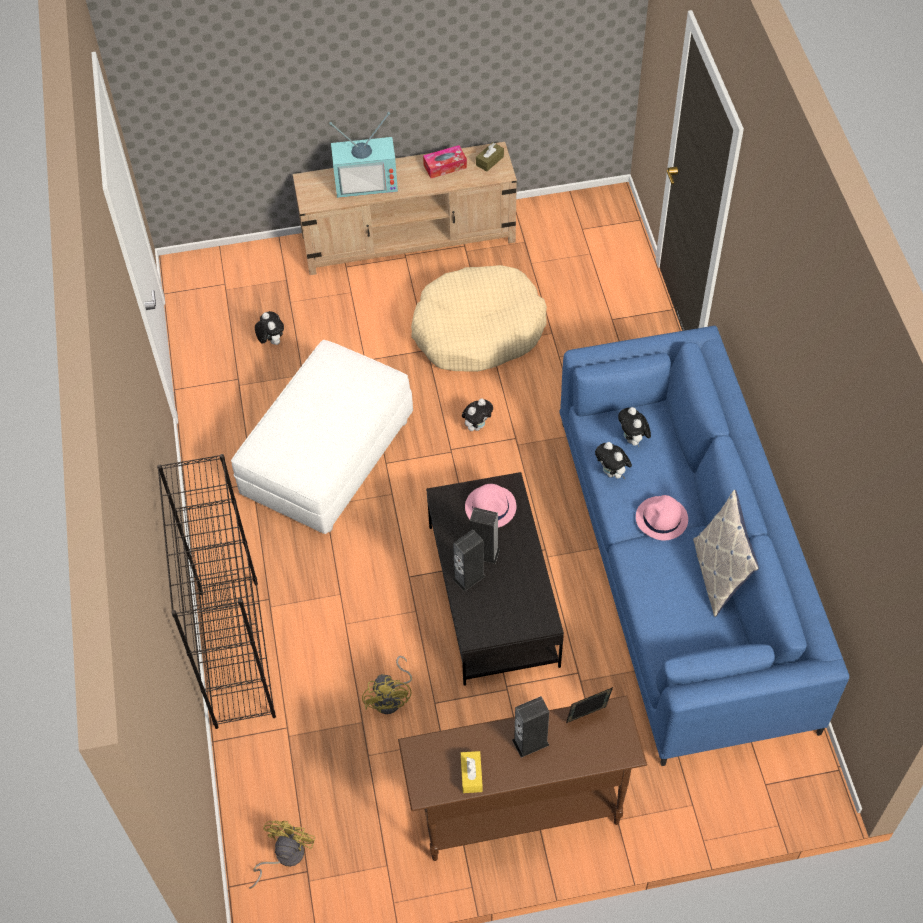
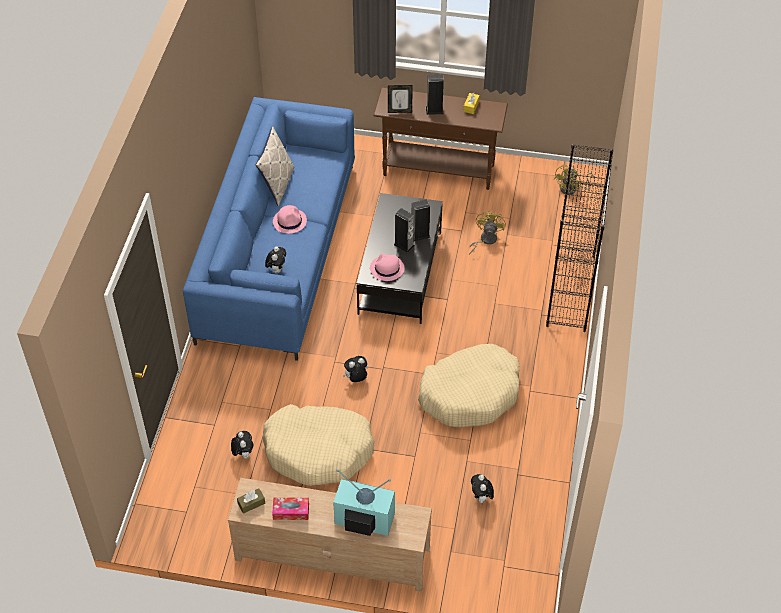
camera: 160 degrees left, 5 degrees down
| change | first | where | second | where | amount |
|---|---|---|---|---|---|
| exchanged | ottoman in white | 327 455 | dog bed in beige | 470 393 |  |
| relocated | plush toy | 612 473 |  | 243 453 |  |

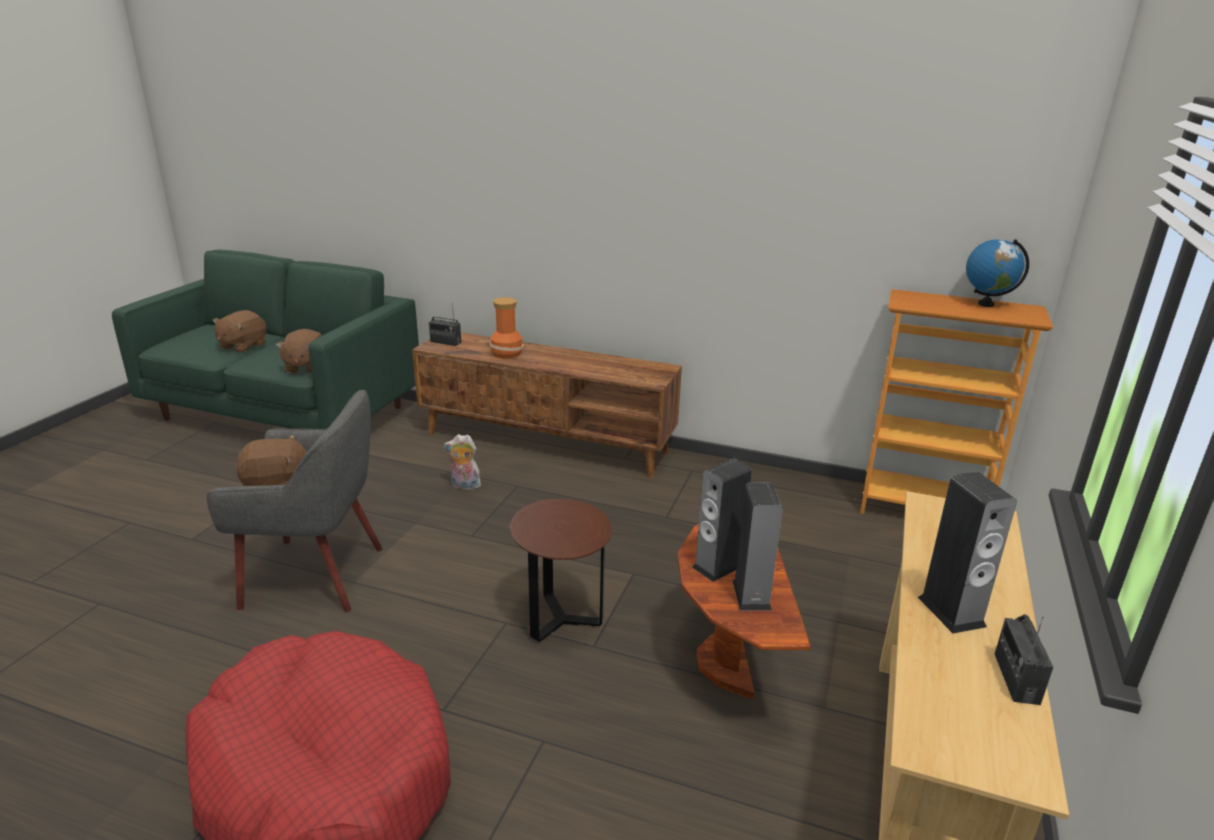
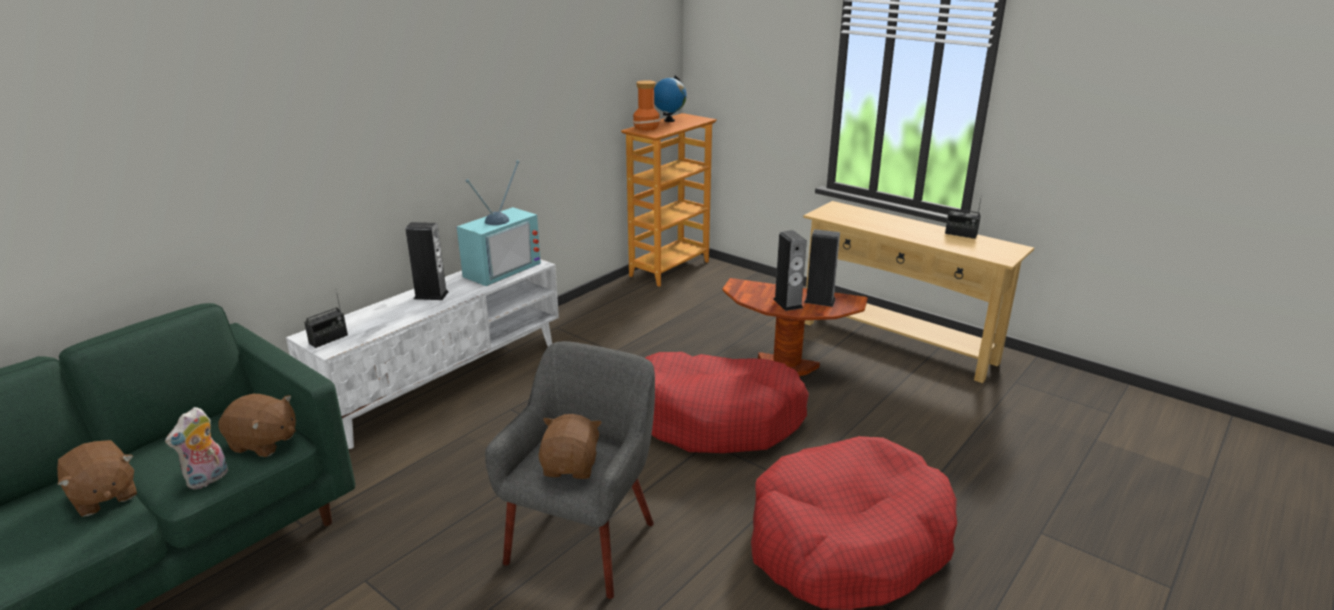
camera: 70 degrees left, 0 degrees up
| change | first | where | second | where | amount |
|---|---|---|---|---|---|
| colour | tv stand in brown | 547 443 | tv stand in white | 445 381 |  |
| relocated | plush toy | 464 486 |  | 208 479 |  |
| relocated | vase | 506 353 |  | 646 128 |  |
| exchanged | side table in brown | 561 620 | dog bed in red | 717 418 |  |
| relocated | speaker | 951 611 |  | 431 295 |  |
| appeared |  |  | television | 500 268 |  |

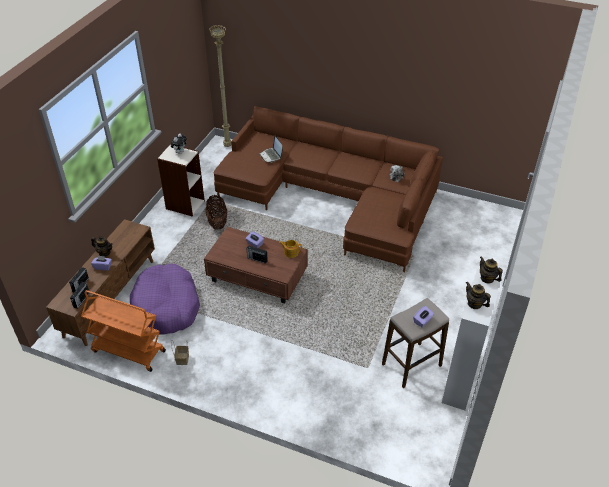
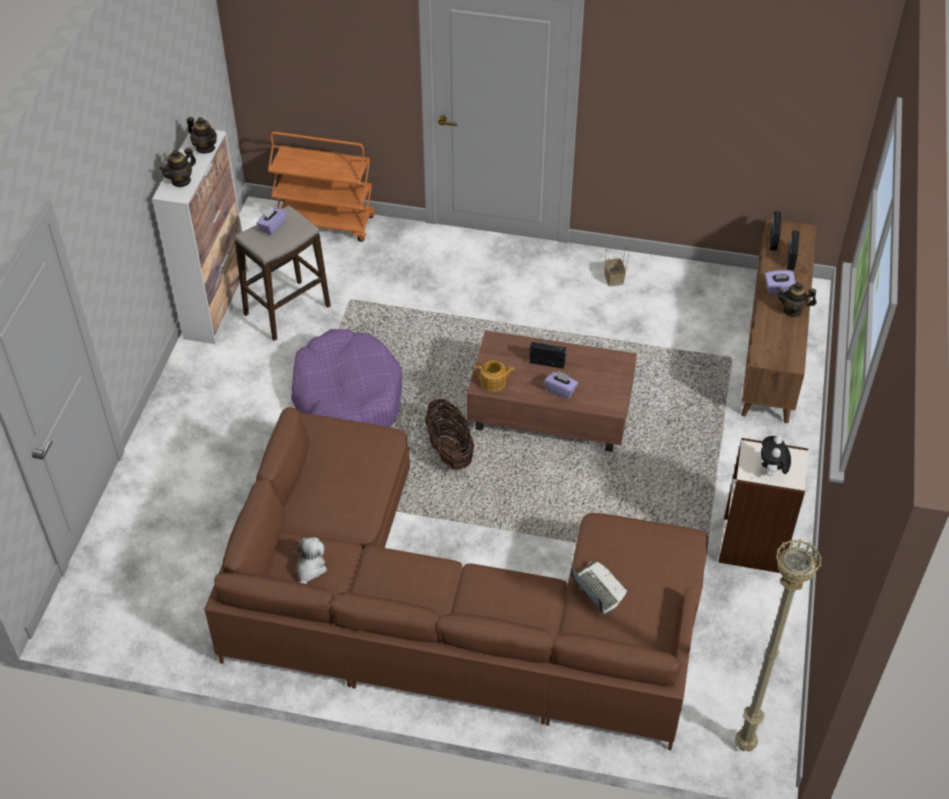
camera: 170 degrees right, 5 degrees up
| change | first | where | second | where | amount |
|---|---|---|---|---|---|
| relocated | cart in orange | 128 351 |  | 325 222 |  |
| relocated | dog bed in purple | 167 306 |  | 347 399 |  |
| relocated | basket | 217 222 |  | 449 451 |  |
| spun | teapot | 487 278 |  | 181 181 | 90 degrees clockwise |

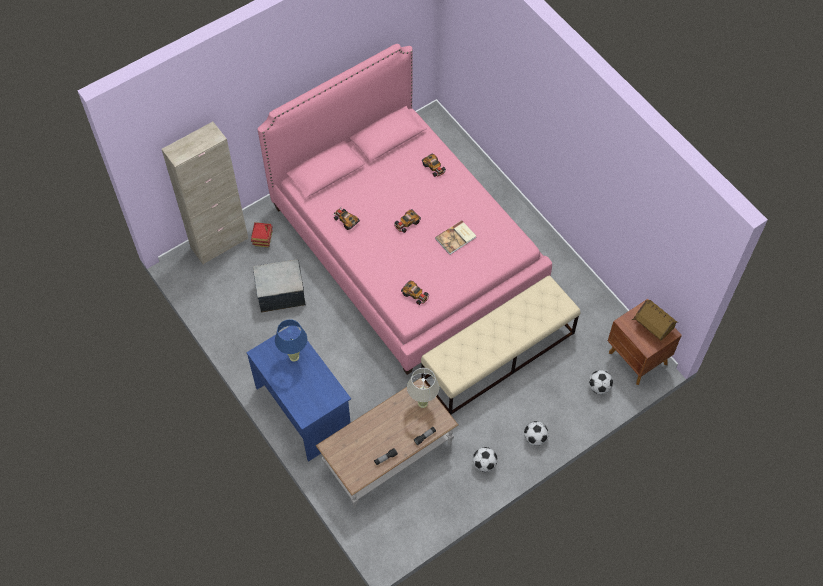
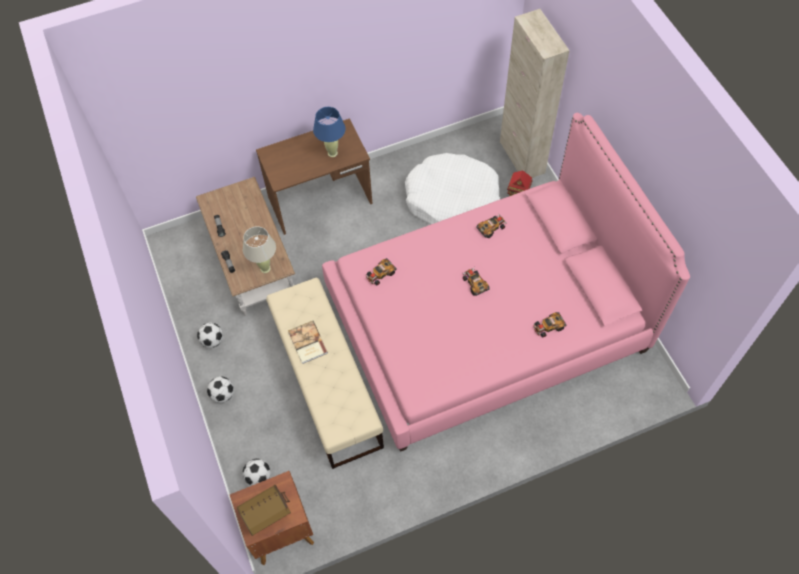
camera: 105 degrees right, 0 degrees up
| change | first | where | second | where | amount |
|---|---|---|---|---|---|
| colour | desk in blue | 304 409 | desk in brown | 321 201 |  |
| exchanged | storage box | 280 293 | dog bed in white | 452 199 |  |
| relocated | book | 456 238 |  | 307 343 |  |

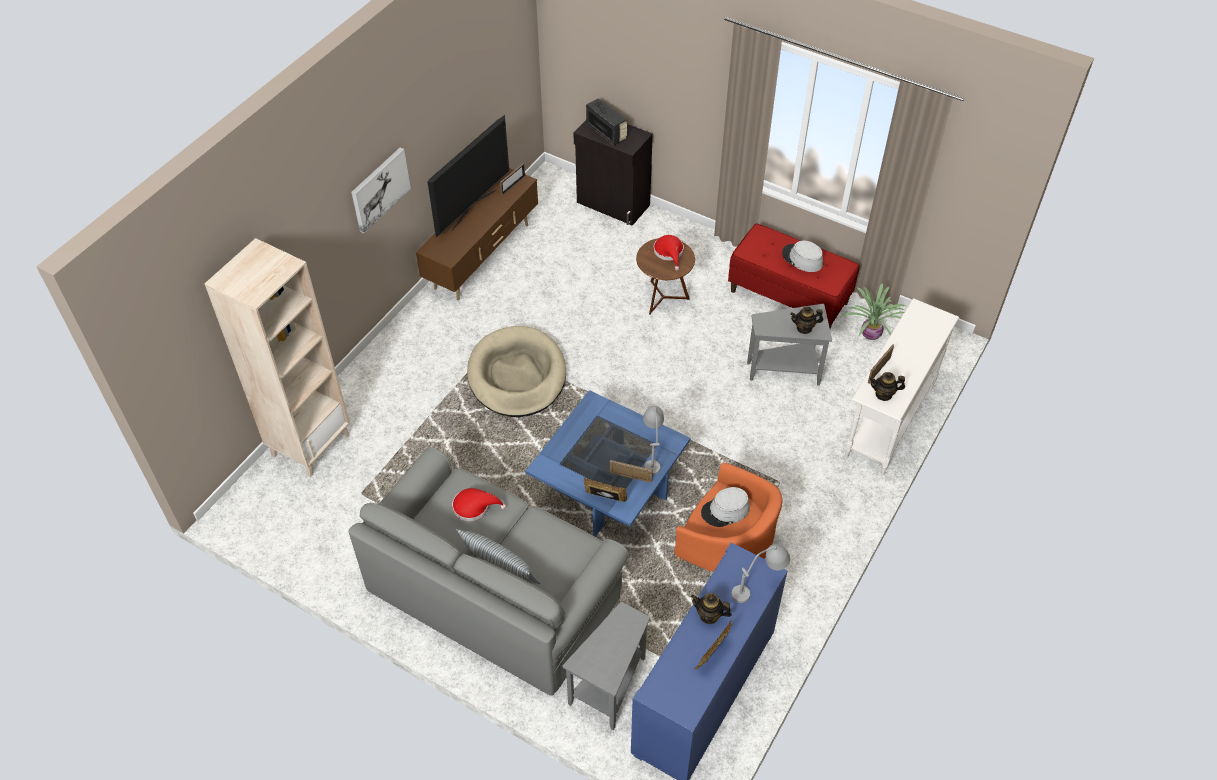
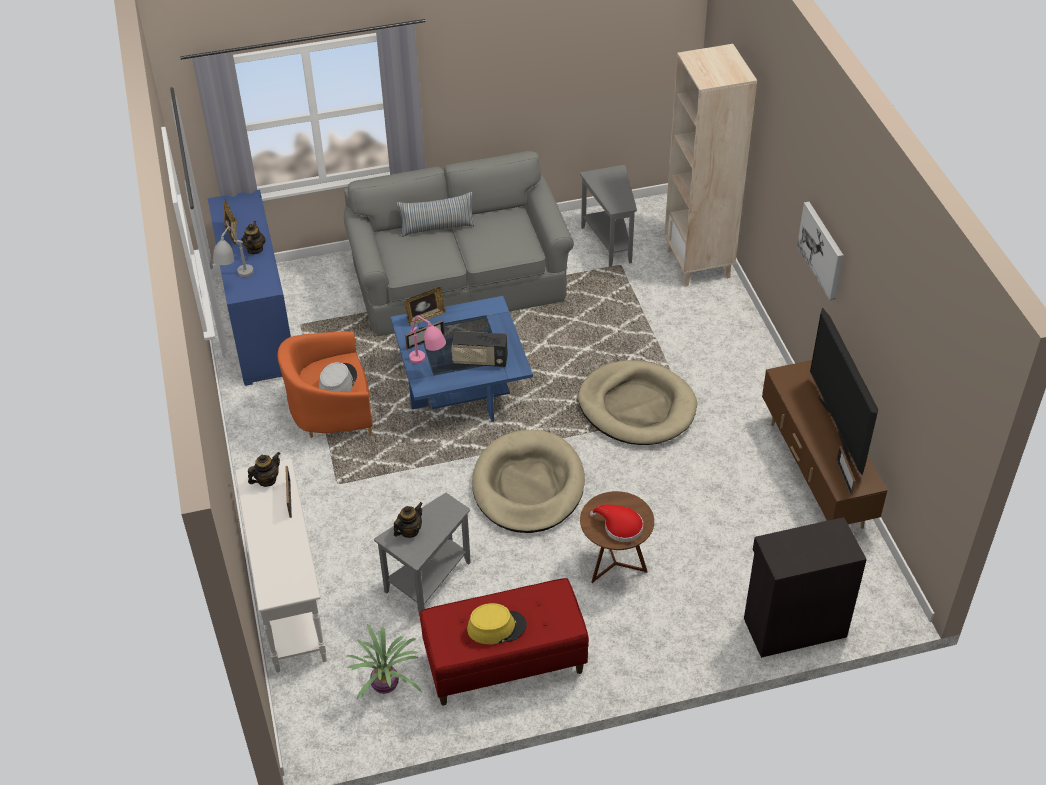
camera: 135 degrees right, 5 degrees down
| change | first | where | second | where | amount |
|---|---|---|---|---|---|
| missing | hat in red | 474 507 |  |  |  |
| relocated | side table in grey | 609 687 |  | 609 241 |  |
| relocated | radio | 606 132 |  | 480 361 |  |
| colour | table lamp in grey | 652 453 | table lamp in pink | 429 366 |  |
| spun | teapot | 709 615 |  | 254 249 | 60 degrees counterclockwise |
| colour | hat in grey | 802 259 | hat in yellow | 496 627 |  |
| appeared |  |  | dog bed in beige | 528 486 |  |

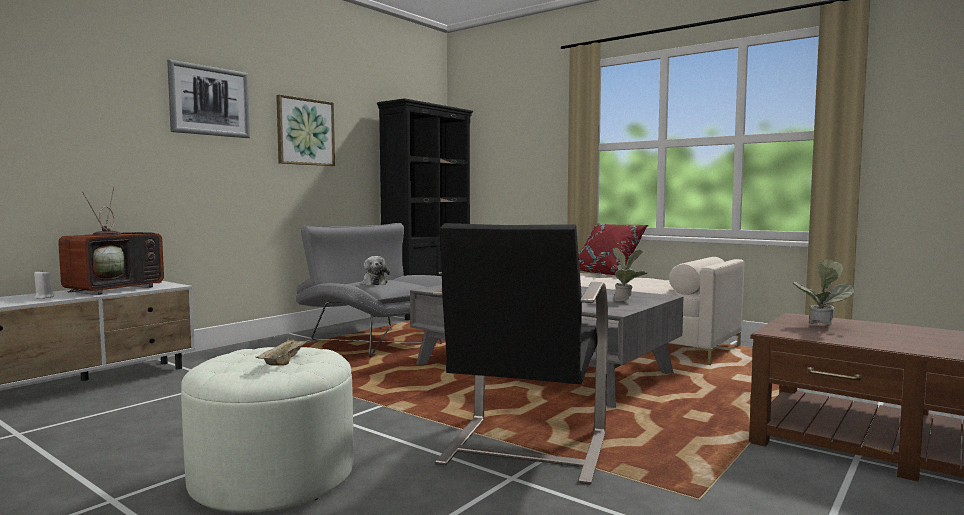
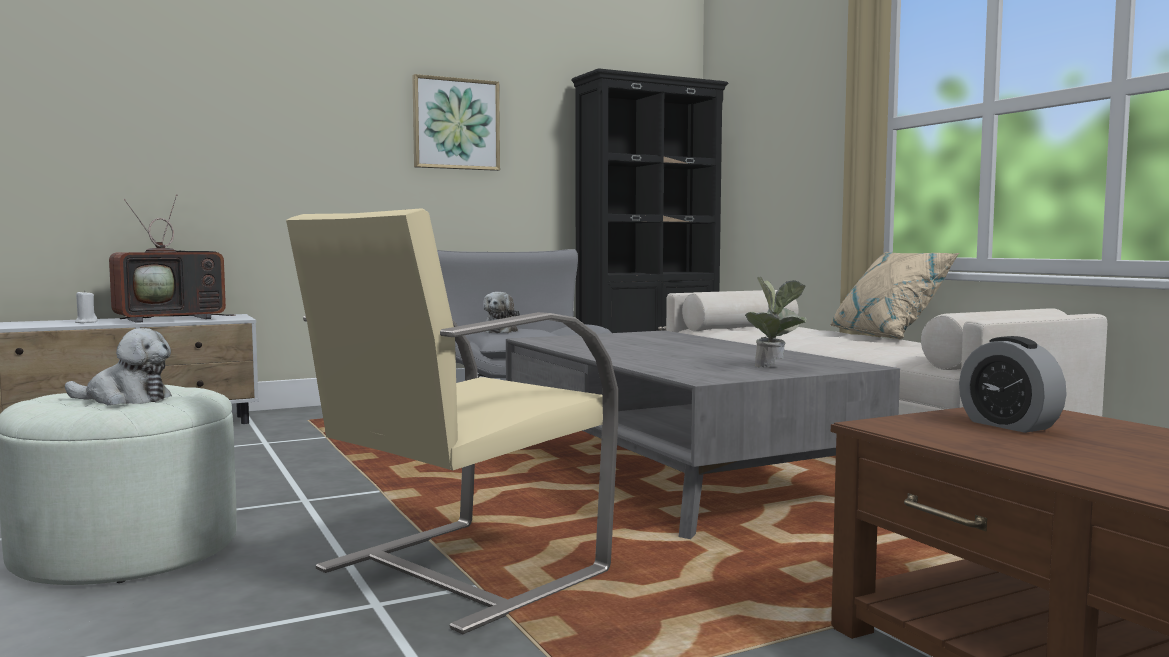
camera: 25 degrees right, 0 degrees up
| change | first | where | second | where | amount |
|---|---|---|---|---|---|
| missing | picture | 209 101 |  |  |  |
| exchanged | tray in beige | 284 362 | plush toy | 125 399 |  |
| colour | armchair in black | 524 449 | armchair in beige | 458 571 |  |
| colour | pillow in red | 607 273 | pillow in beige | 888 336 |  |
| exchanged | potted plant | 821 327 | alarm clock | 1009 425 |  |

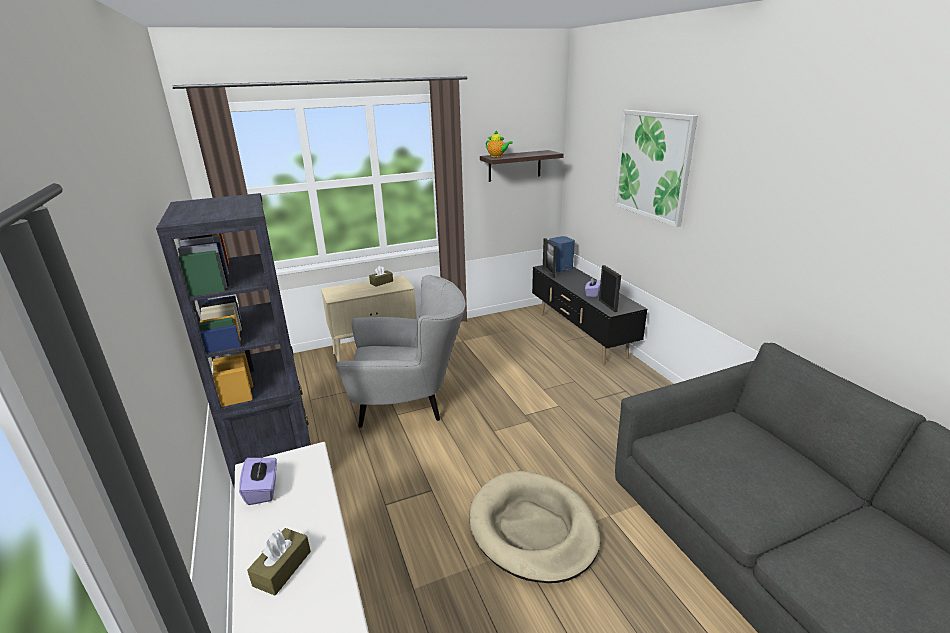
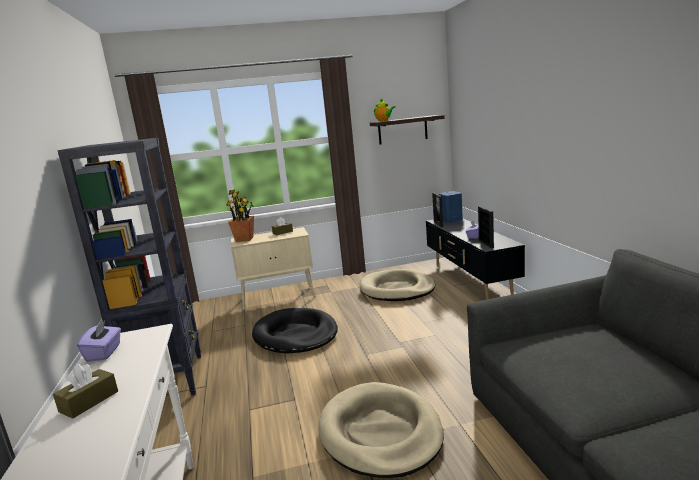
camera: 10 degrees right, 10 degrees down
| change | first | where | second | where | amount |
|---|---|---|---|---|---|
| exchanged | armchair in grey | 409 405 | dog bed in black | 295 334 |  |
| missing | picture | 652 165 |  |  |  |
| appeared |  |  | potted plant | 244 239 |  |
| appeared |  |  | dog bed in beige | 397 289 |  |

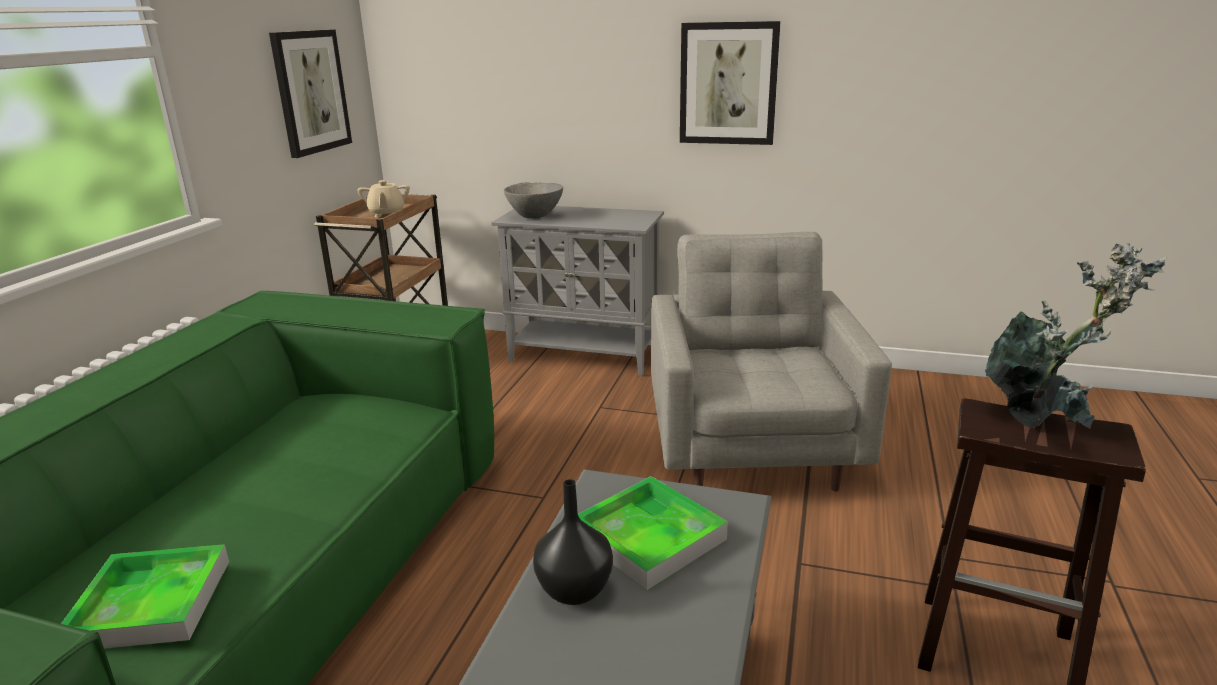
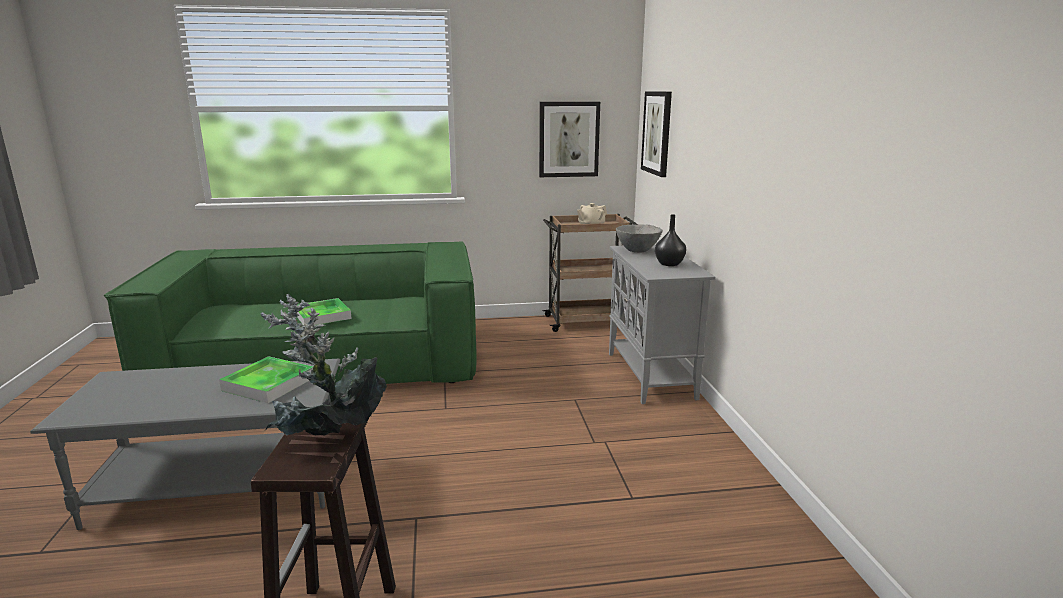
camera: 65 degrees right, 5 degrees down
| change | first | where | second | where | amount |
|---|---|---|---|---|---|
| relocated | tray | 151 603 |  | 322 316 |  |
| relocated | vase in black | 573 591 |  | 668 264 |  |
| missing | armchair in grey | 753 448 |  |  |  |
| relocated | picture | 728 84 |  | 657 133 |  |

